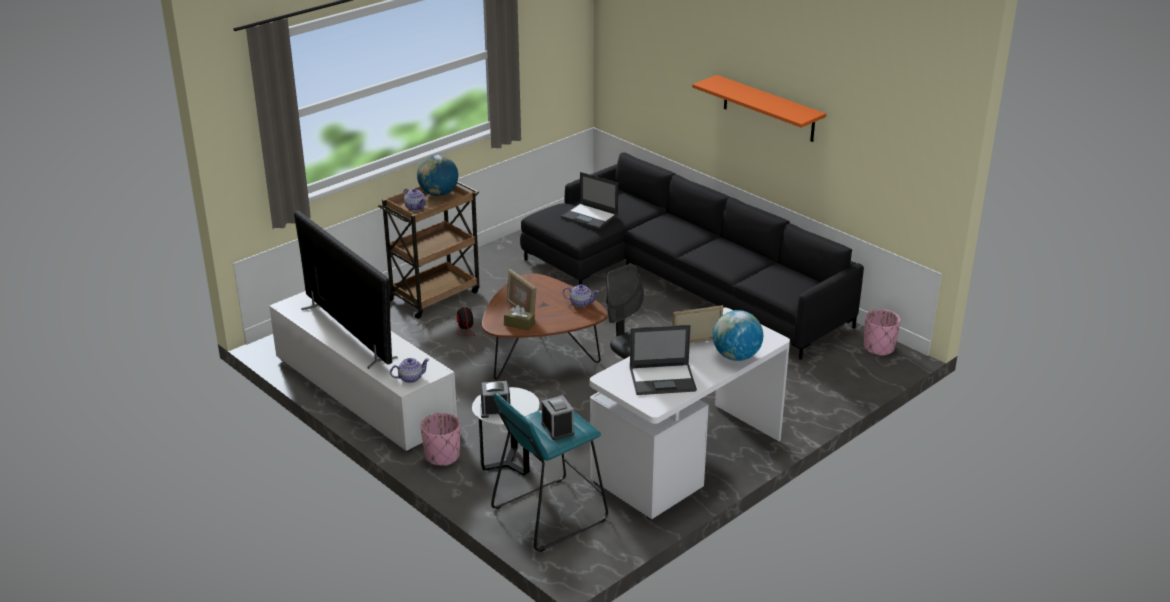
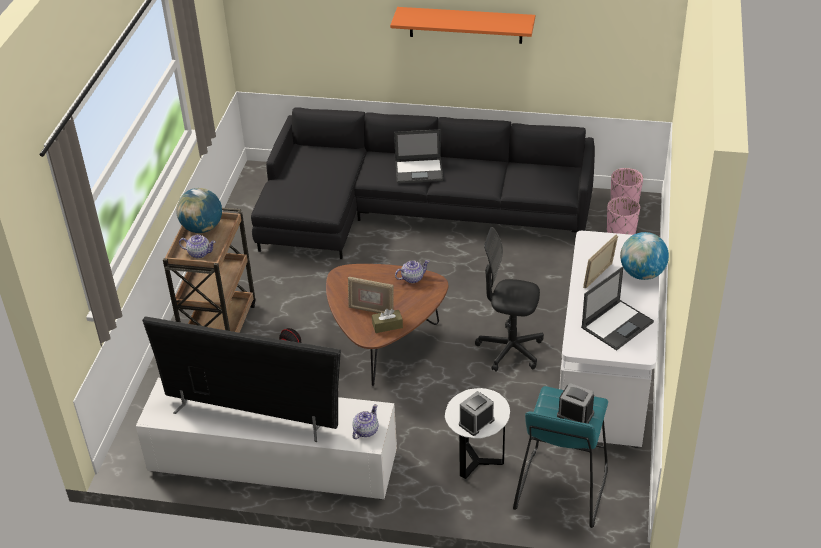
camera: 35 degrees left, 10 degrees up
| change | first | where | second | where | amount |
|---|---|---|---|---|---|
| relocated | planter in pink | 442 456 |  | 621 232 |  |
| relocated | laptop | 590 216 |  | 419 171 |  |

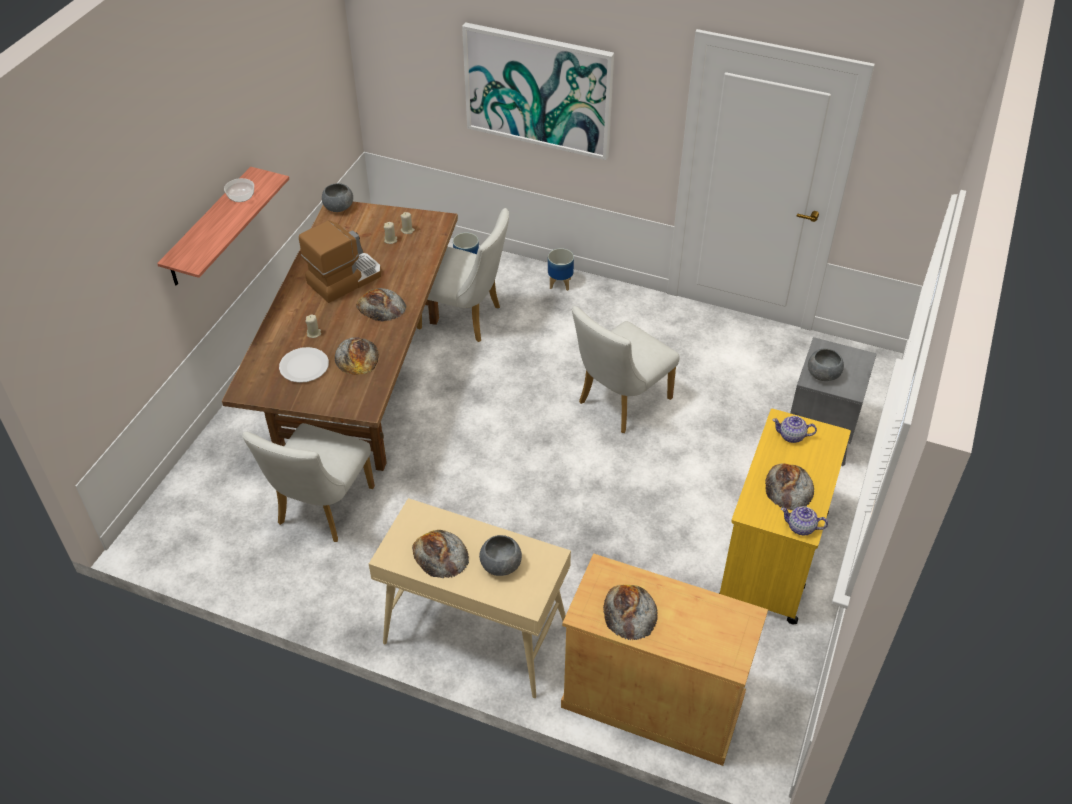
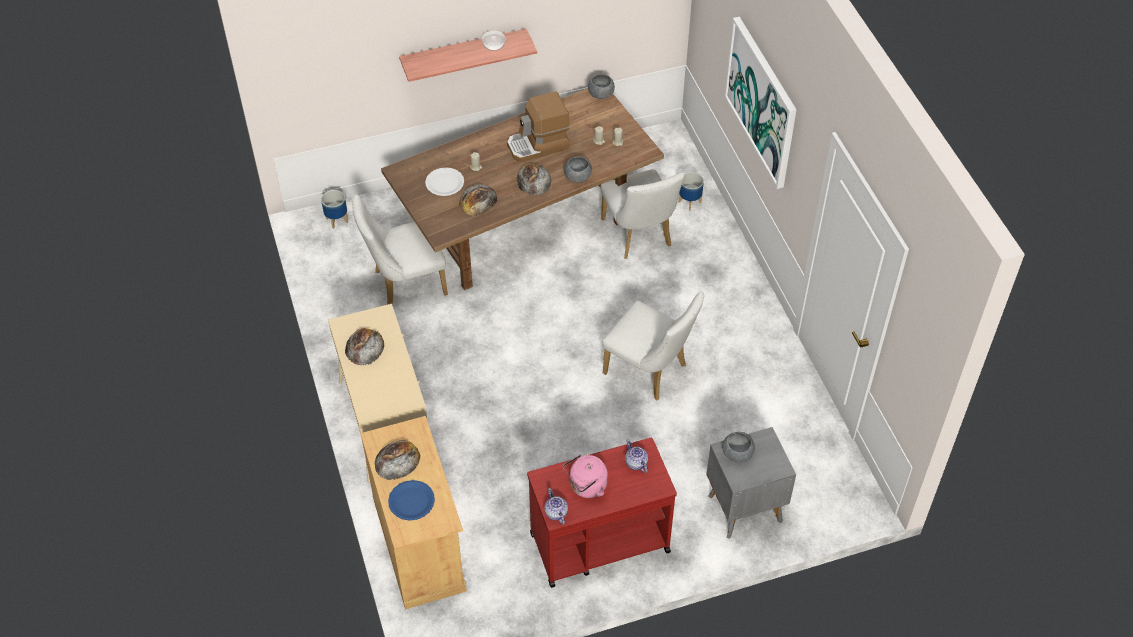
camera: 50 degrees right, 5 degrees up
| change | first | where | second | where | amount |
|---|---|---|---|---|---|
| spun | coffee machine | 344 279 |  | 538 145 | 150 degrees clockwise |
| relocated | bowl in grey | 501 565 |  | 578 177 |  |
| relocated | planter | 560 283 |  | 337 220 |  |
| spun | chair in white | 619 403 |  | 650 372 | 150 degrees counterclockwise |
| colour | cart in yellow | 773 556 | cart in red | 598 542 |  |
| exchanged | bread | 789 487 | kettle in pink | 586 487 |  |
| appeared |  |  | plate in blue | 411 501 |  |

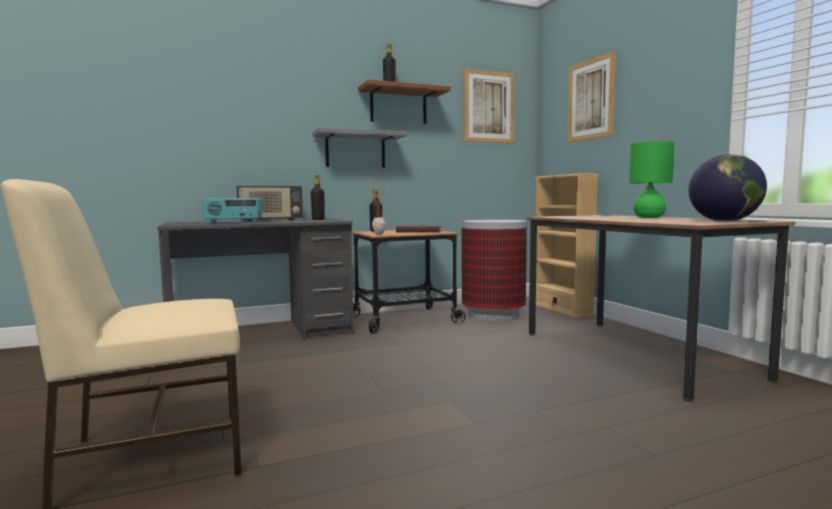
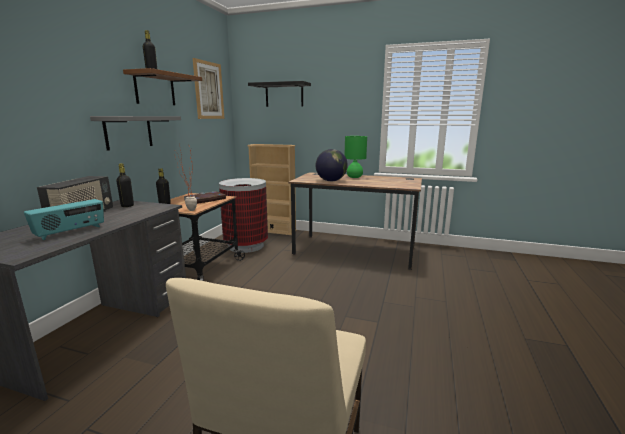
camera: 50 degrees left, 10 degrees up
| change | first | where | second | where | amount |
|---|---|---|---|---|---|
| exchanged | picture | 591 99 | shelf in black | 284 95 |  |
| relocated | globe | 724 221 |  | 331 181 |  |

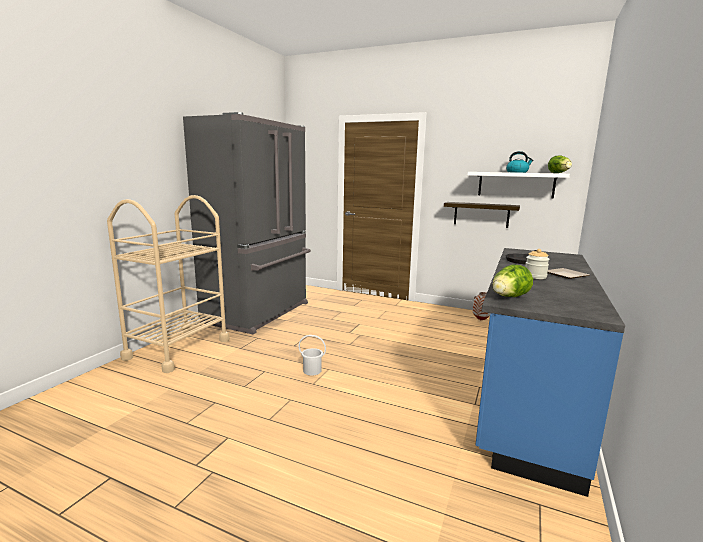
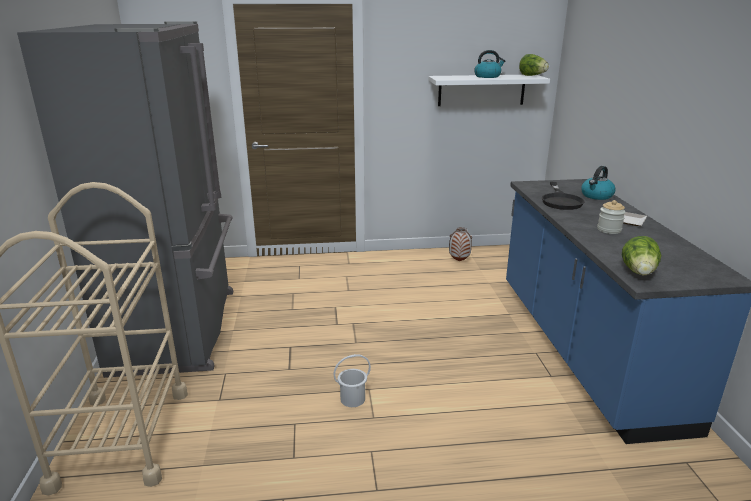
camera: 30 degrees left, 10 degrees up
| change | first | where | second | where | amount |
|---|---|---|---|---|---|
| missing | shelf | 481 214 |  |  |  |
| appeared |  |  | kettle | 596 196 |  |

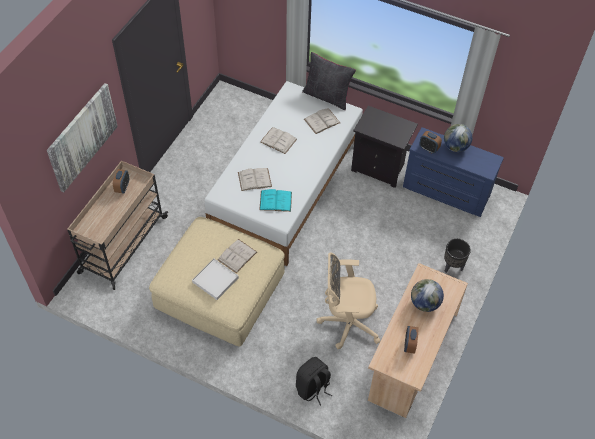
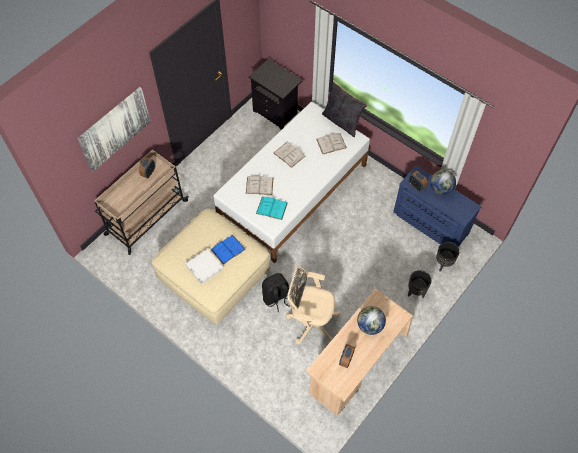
camera: 15 degrees right, 5 degrees up
| change | first | where | second | where | amount |
|---|---|---|---|---|---|
| colour | book in white | 237 256 | book in blue | 228 249 |  |
| relocated | backpack in black | 313 388 |  | 276 298 |  |
| relocated | nightstand in black | 379 168 |  | 276 112 |  |
| appeared |  |  | planter in black | 443 264 |  |

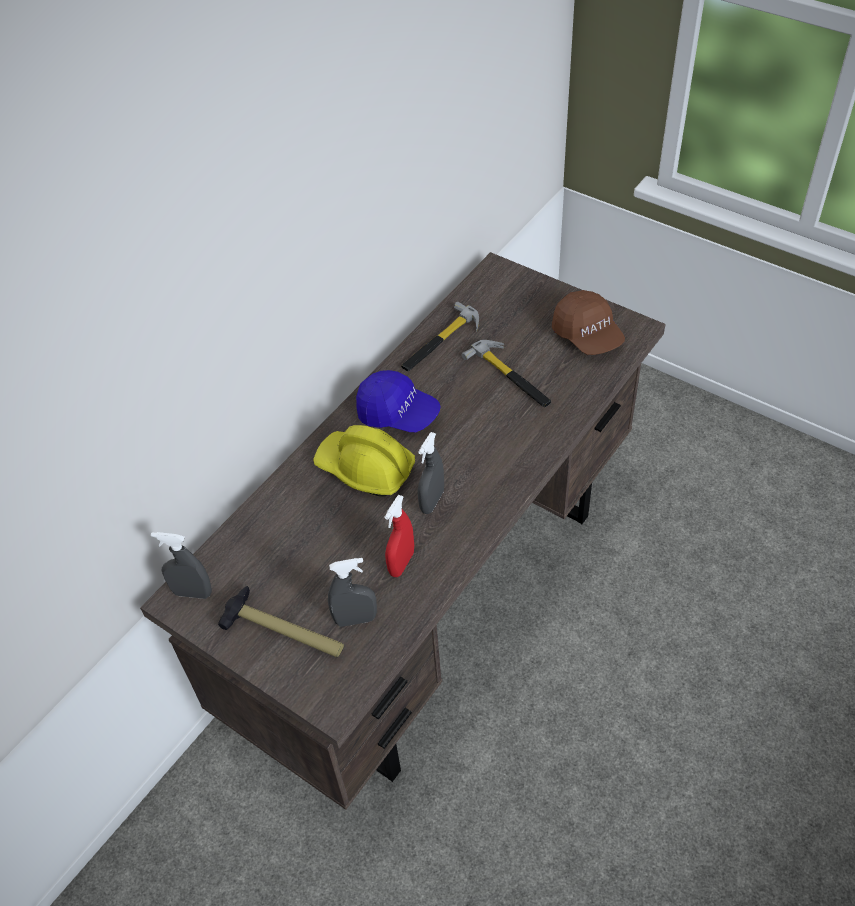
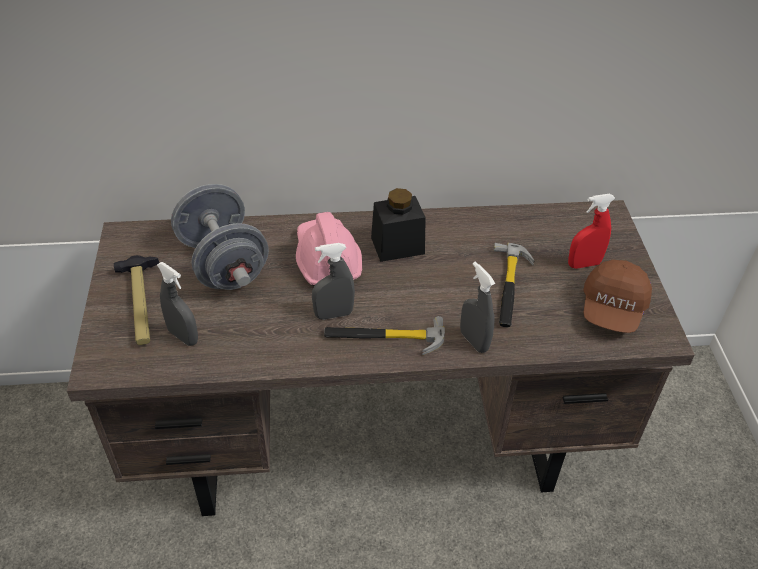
camera: 45 degrees right, 5 degrees down
| change | first | where | second | where | amount |
|---|---|---|---|---|---|
| relocated | spray bottle in grey | 192 593 |  | 474 341 |  |
| colour | hard hat in yellow | 365 469 | hard hat in pink | 326 259 |  |
| exchanged | cap in blue | 398 414 | jar in black | 397 245 |  |
| relocated | spray bottle in red | 401 563 |  | 584 264 |  |
| relocated | hammer | 440 342 |  | 384 337 |  |
| appeared |  |  | dumbbell in grey | 223 263 |  |

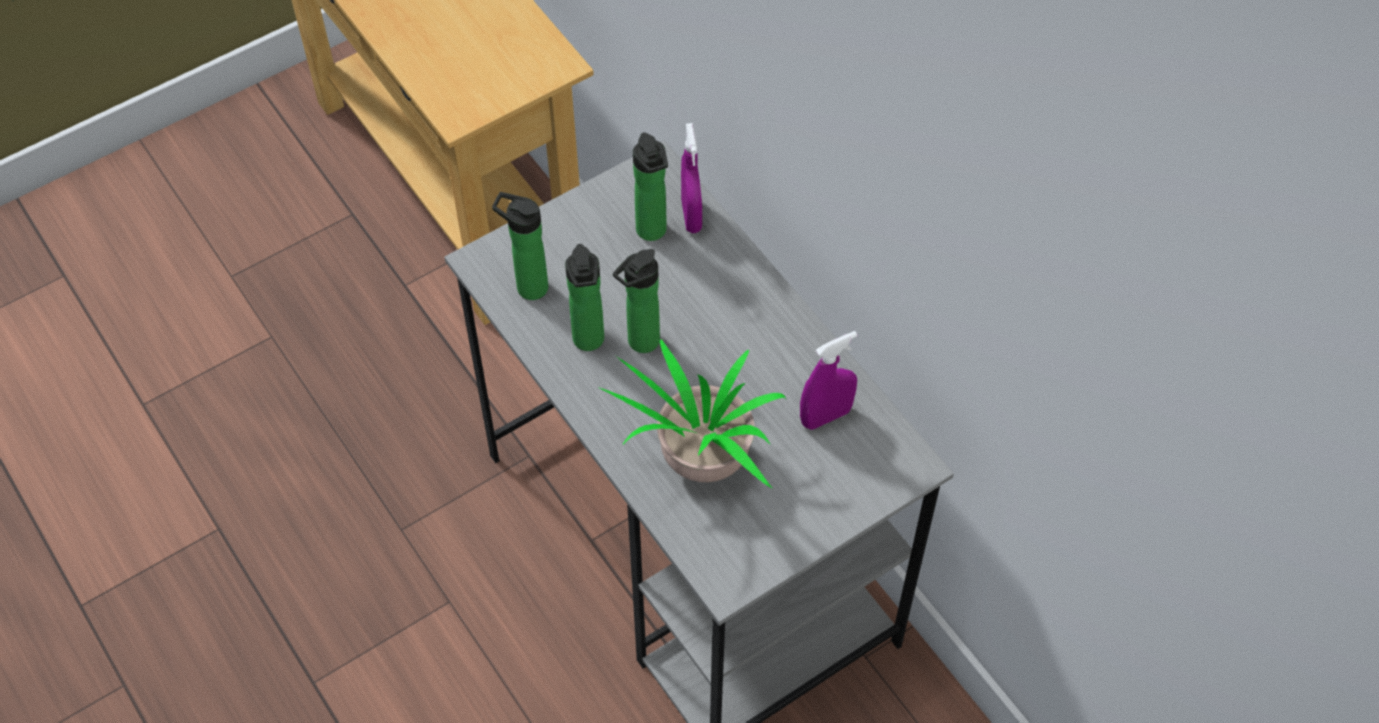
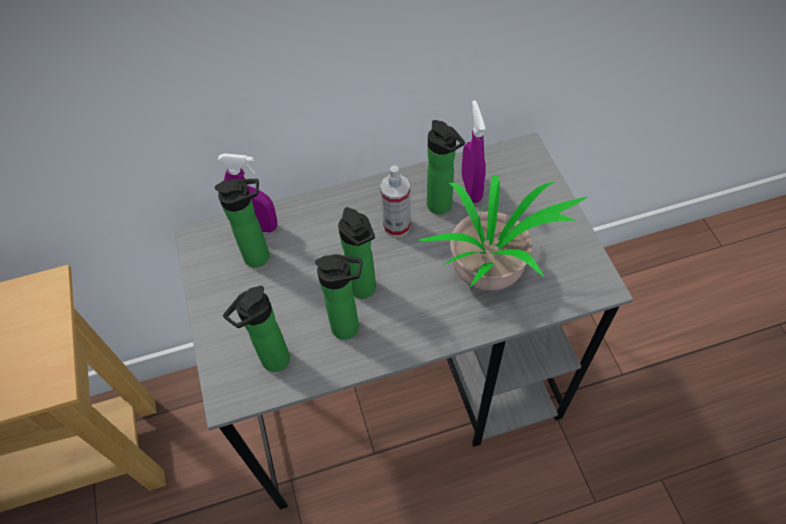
camera: 70 degrees left, 0 degrees up
| change | first | where | second | where | amount |
|---|---|---|---|---|---|
| appeared |  |  | spray bottle | 397 226 |  |
| appeared |  |  | bottle | 442 207 |  |

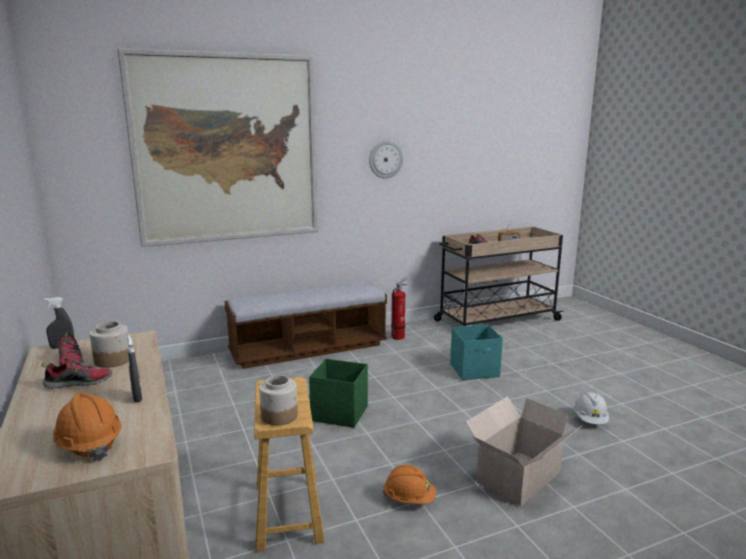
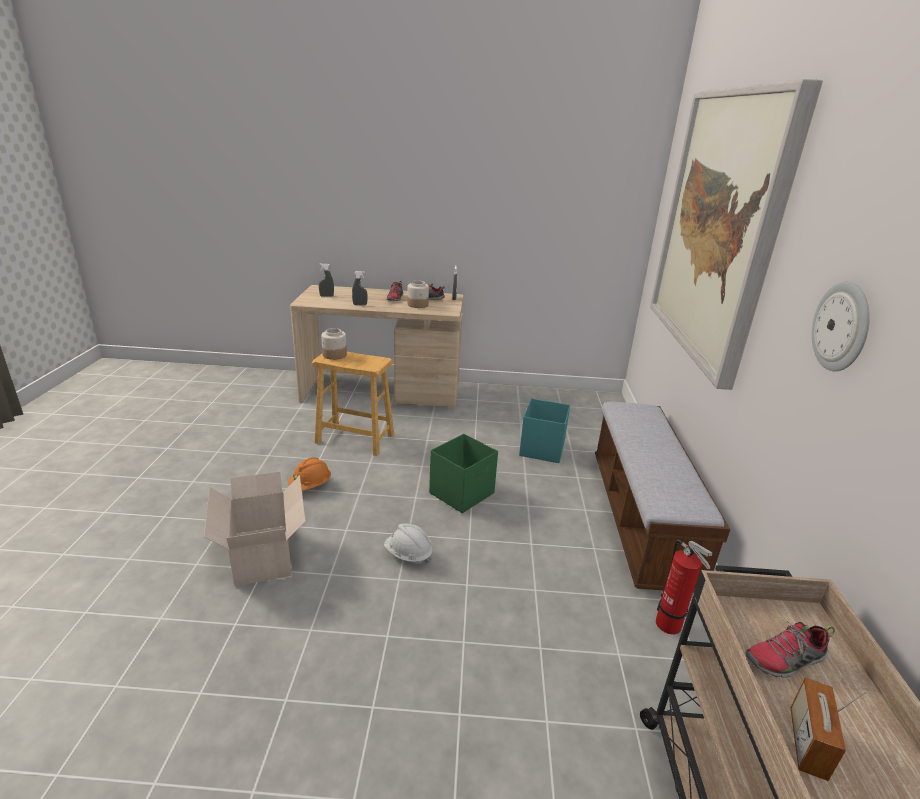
camera: 115 degrees right, 10 degrees up
| change | first | where | second | where | amount |
|---|---|---|---|---|---|
| exchanged | hard hat in orange | 89 444 | spray bottle in grey | 326 296 |  |
| relocated | storage box in turquoise | 475 370 |  | 541 449 |  |
| relocated | hard hat in white | 590 420 |  | 408 554 |  |

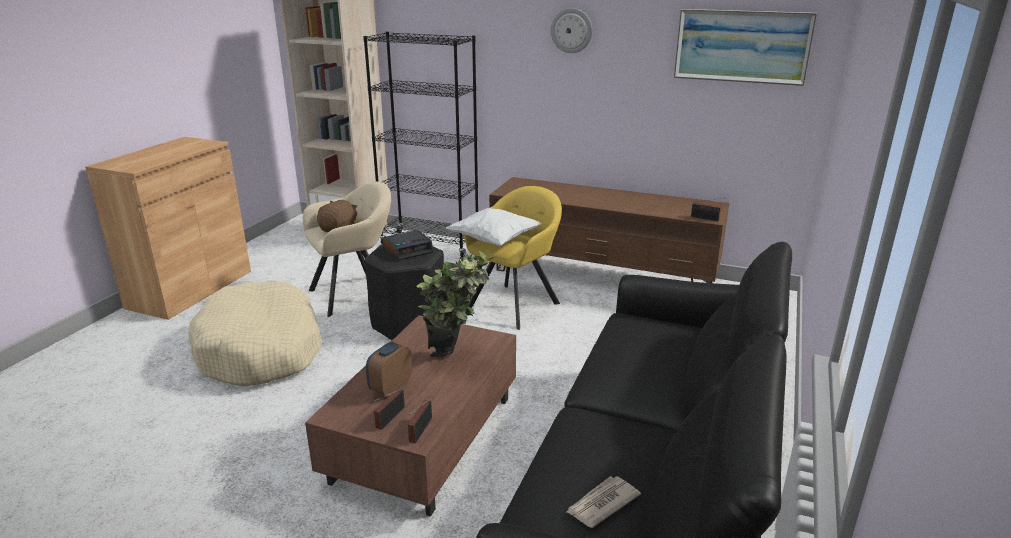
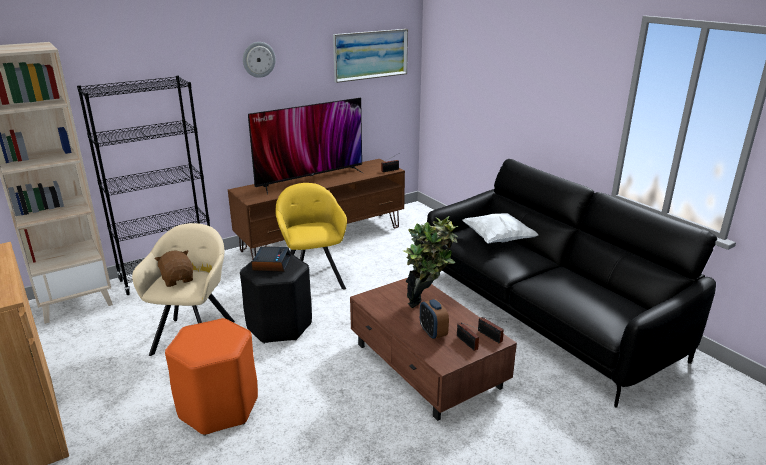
camera: 55 degrees left, 0 degrees up
| change | first | where | second | where | amount |
|---|---|---|---|---|---|
| exchanged | dog bed in beige | 261 350 | stool in orange | 218 408 |  |
| relocated | pillow in white | 494 241 |  | 498 239 |  |
| missing | newspaper | 601 503 |  |  |  |
| appeared |  |  | television | 310 179 |  |

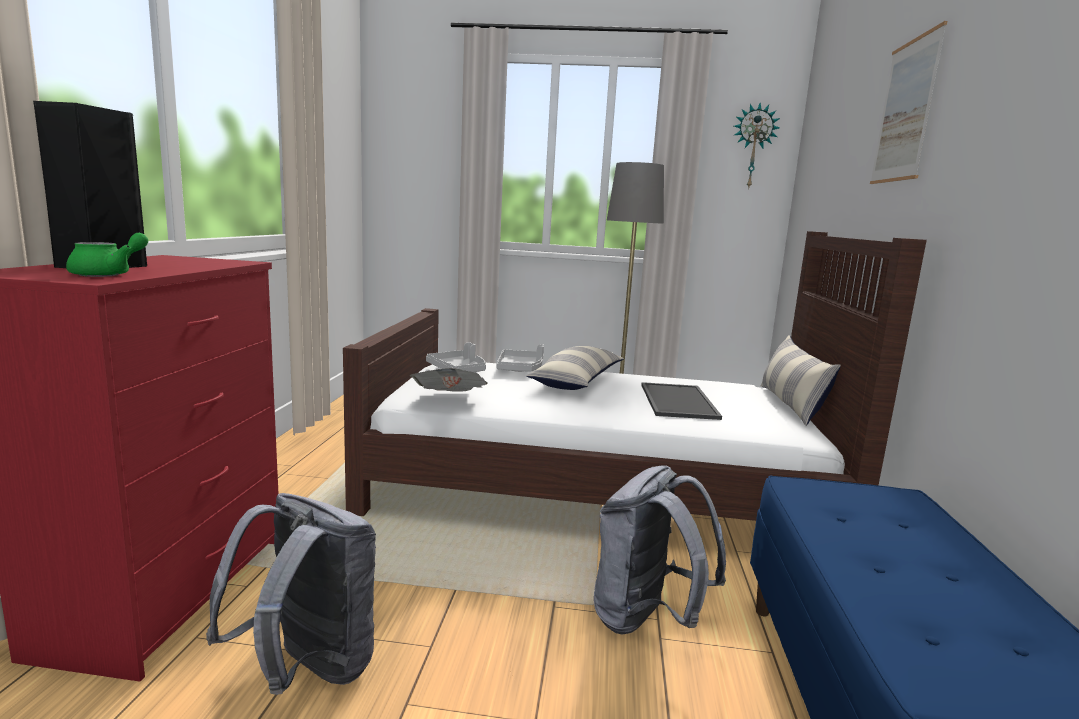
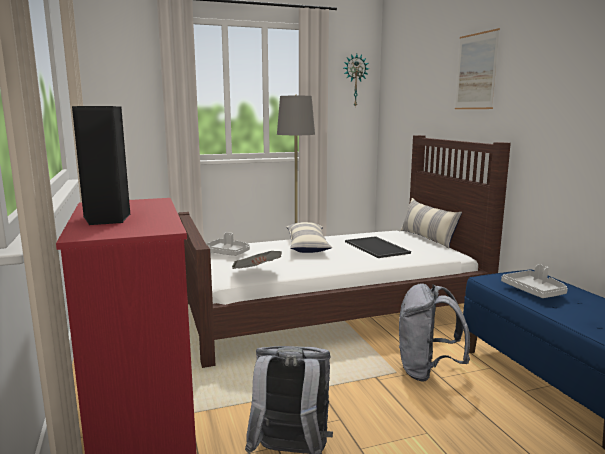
camera: 25 degrees left, 0 degrees up
| change | first | where | second | where | amount |
|---|---|---|---|---|---|
| missing | teapot in green | 109 274 |  |  |  |
| relocated | tray in grey | 520 369 |  | 534 291 |  |

